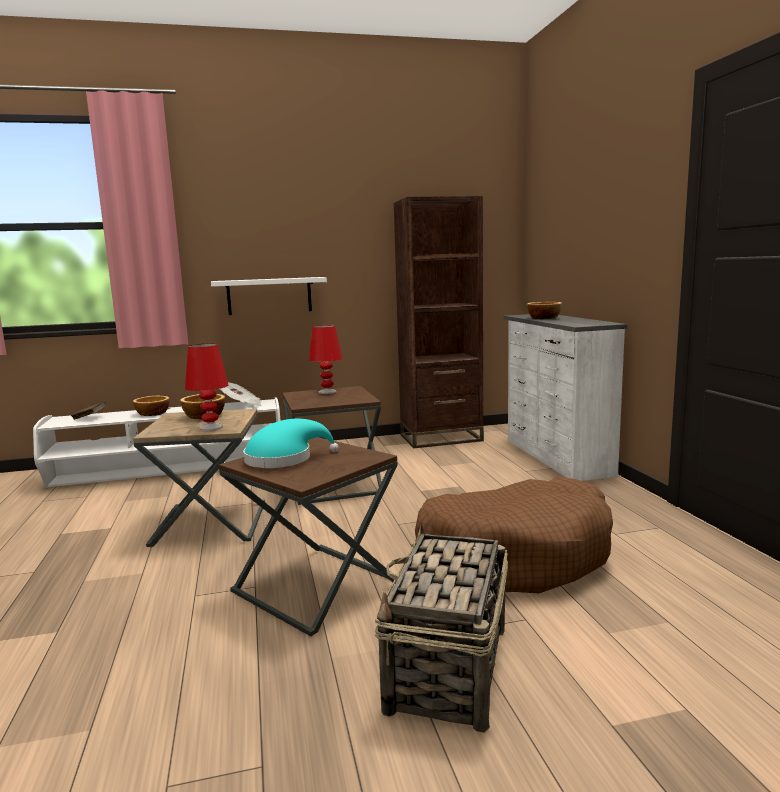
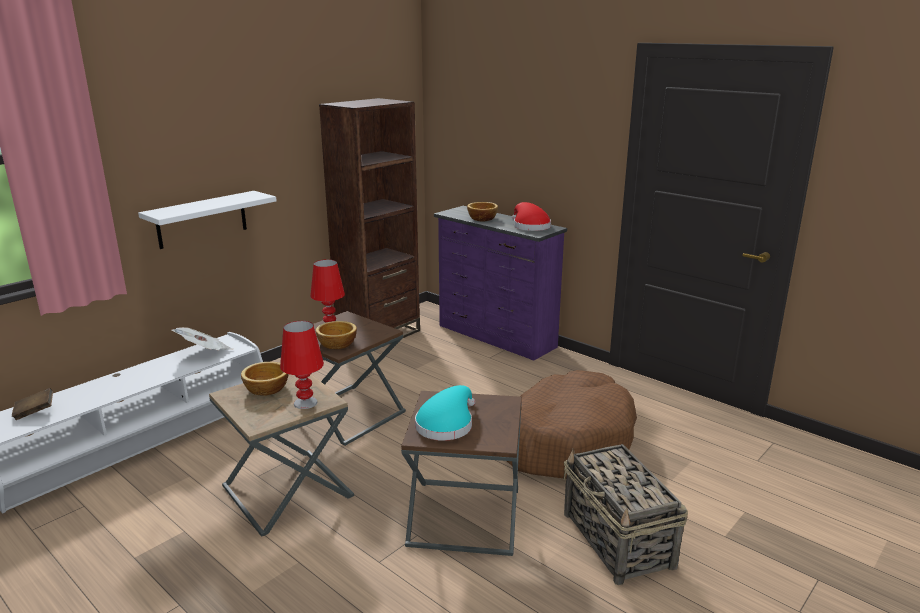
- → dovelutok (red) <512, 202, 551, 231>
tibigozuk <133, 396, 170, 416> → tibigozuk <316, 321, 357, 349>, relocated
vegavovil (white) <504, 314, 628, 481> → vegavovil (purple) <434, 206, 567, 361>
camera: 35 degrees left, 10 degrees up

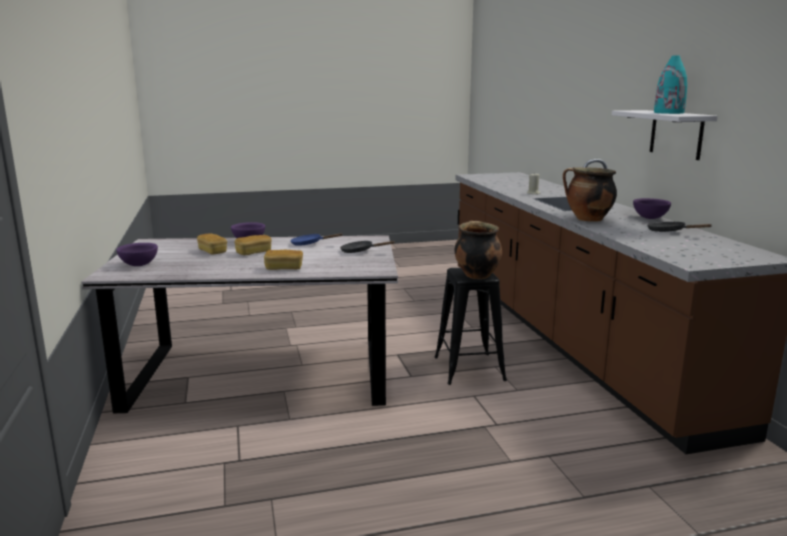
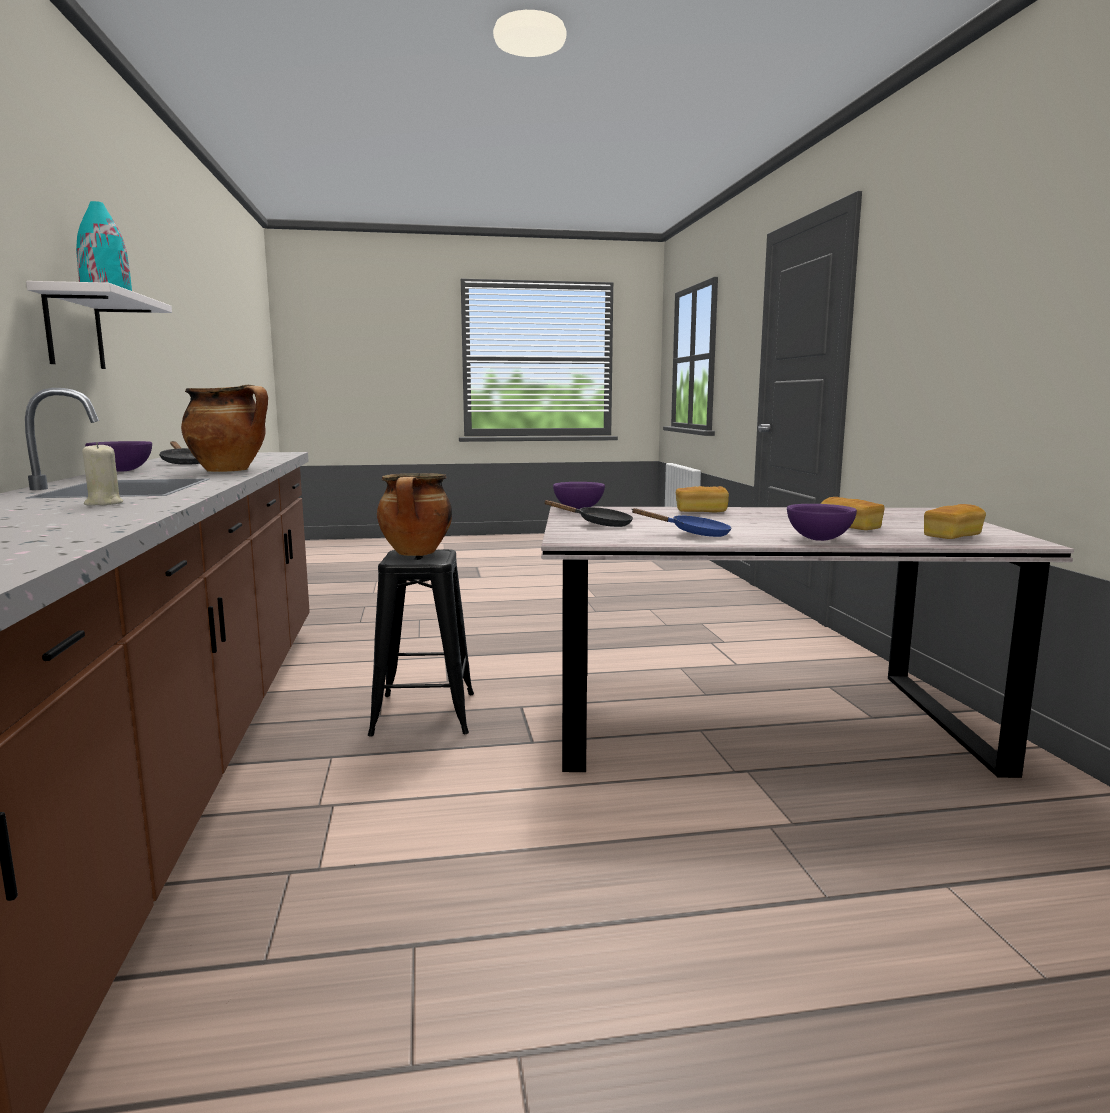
tibigozuk (purple) <116, 243, 158, 266> → tibigozuk (purple) <553, 482, 605, 509>, relocated
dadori <235, 235, 271, 255> → dadori <924, 504, 986, 539>, relocated
camera: 175 degrees left, 5 degrees down

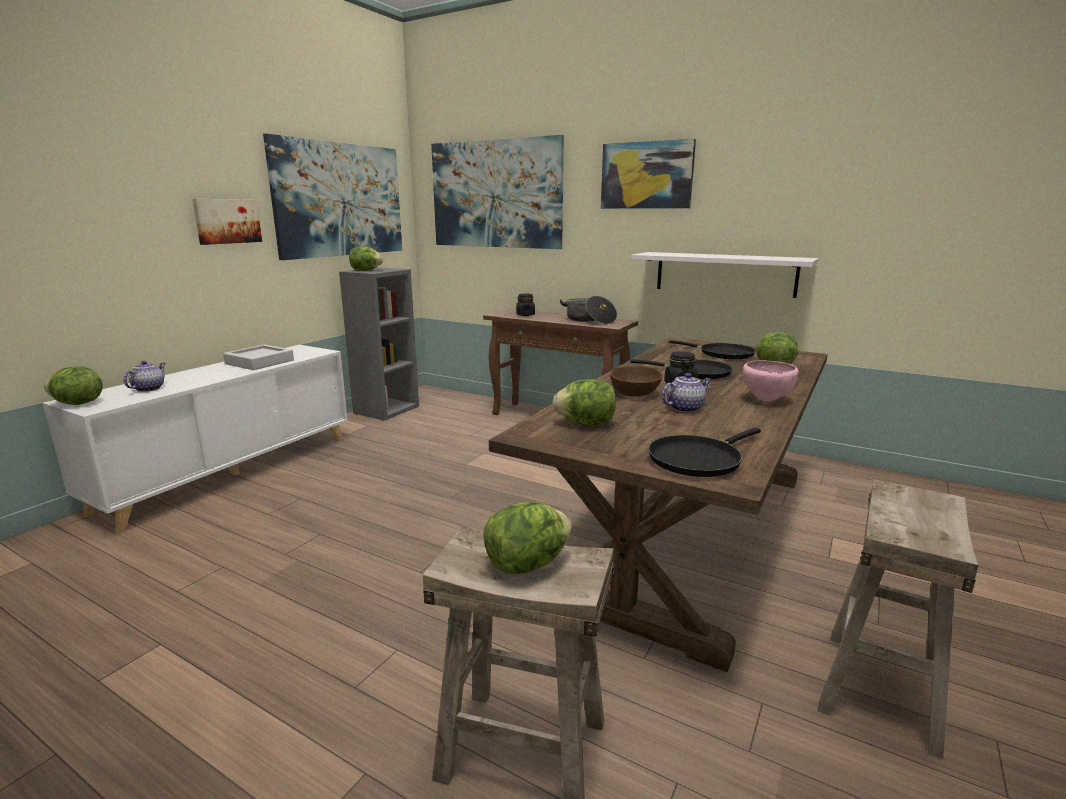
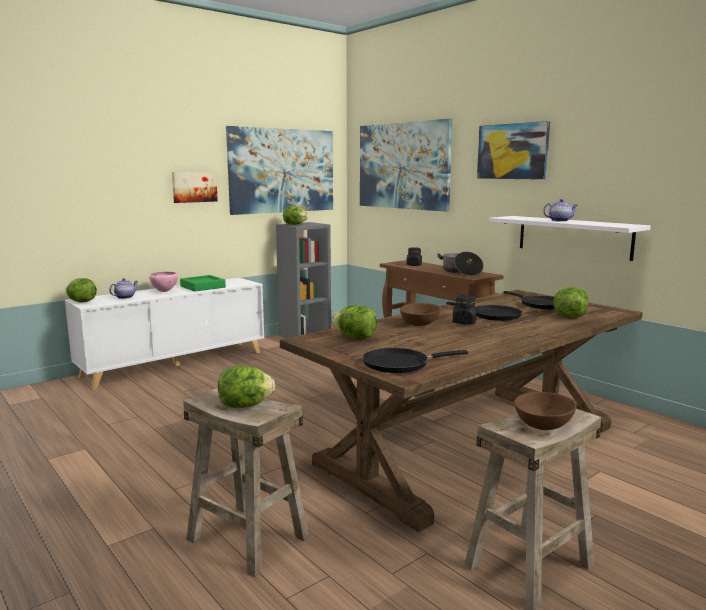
- → tibigozuk (brown) <514, 392, 576, 430>
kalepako <661, 373, 711, 413> → kalepako <543, 199, 578, 222>, relocated
tibigozuk (pink) <743, 361, 799, 401> → tibigozuk (pink) <149, 272, 178, 292>, relocated
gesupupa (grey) <223, 345, 294, 370> → gesupupa (green) <180, 275, 226, 292>
camera: 20 degrees right, 5 degrees down

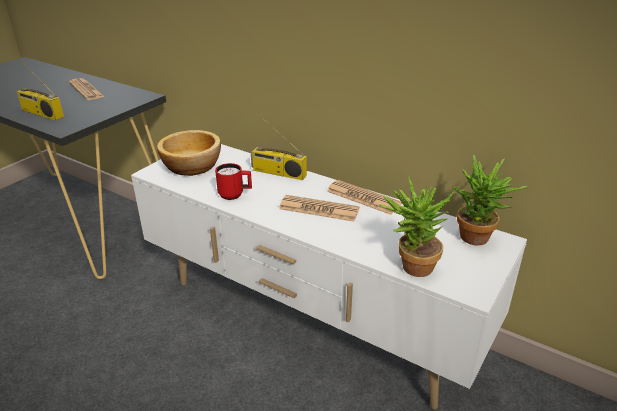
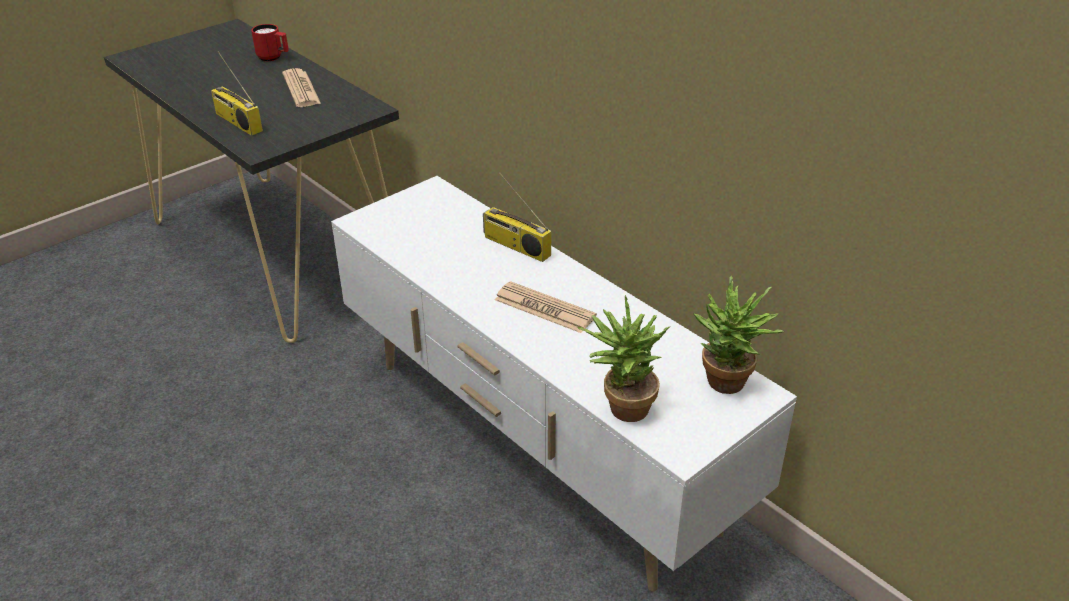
tibigozuk <157, 130, 221, 176> → -
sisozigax <327, 180, 402, 215> → -
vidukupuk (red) <215, 163, 252, 200> → vidukupuk (red) <251, 24, 289, 61>, relocated
camera: 15 degrees right, 5 degrees up

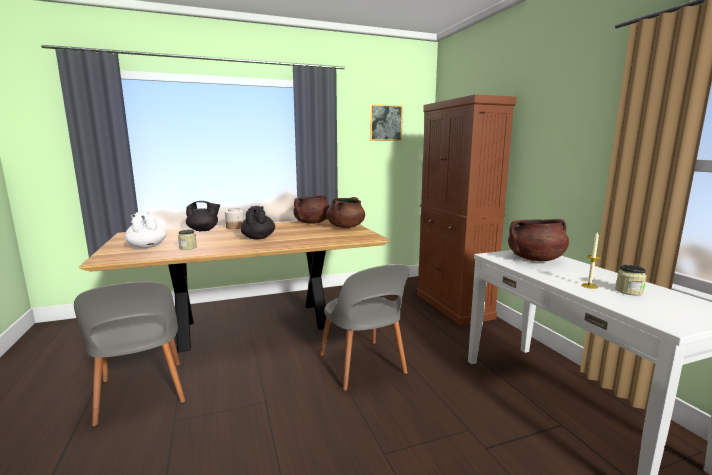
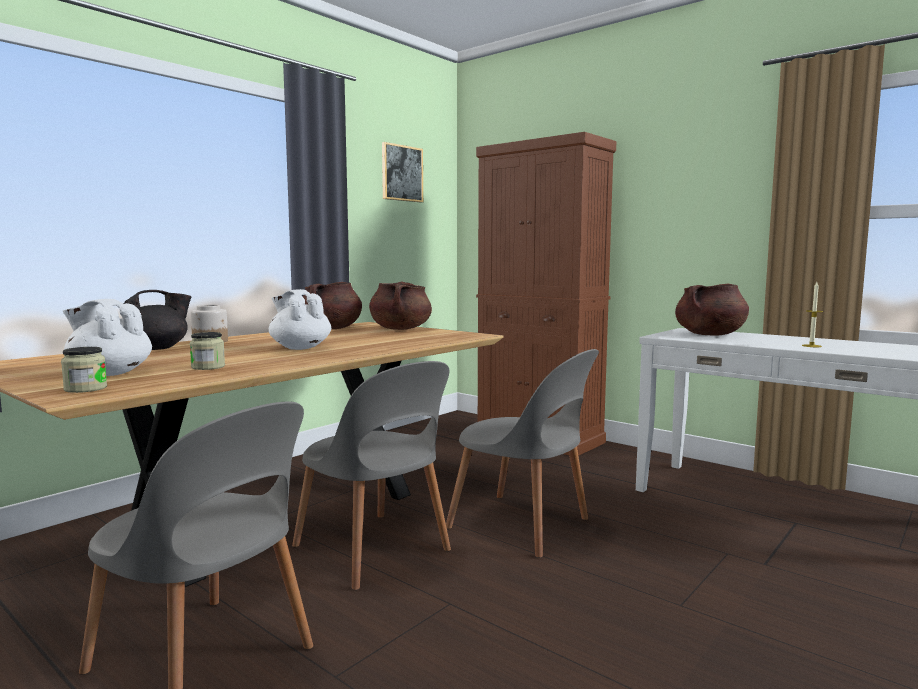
- → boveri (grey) <292, 361, 451, 590>
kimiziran <615, 265, 647, 296> → kimiziran <61, 347, 107, 393>, relocated
kalepako (black) <241, 206, 275, 240> → kalepako (white) <269, 289, 331, 350>
camera: 30 degrees left, 5 degrees down

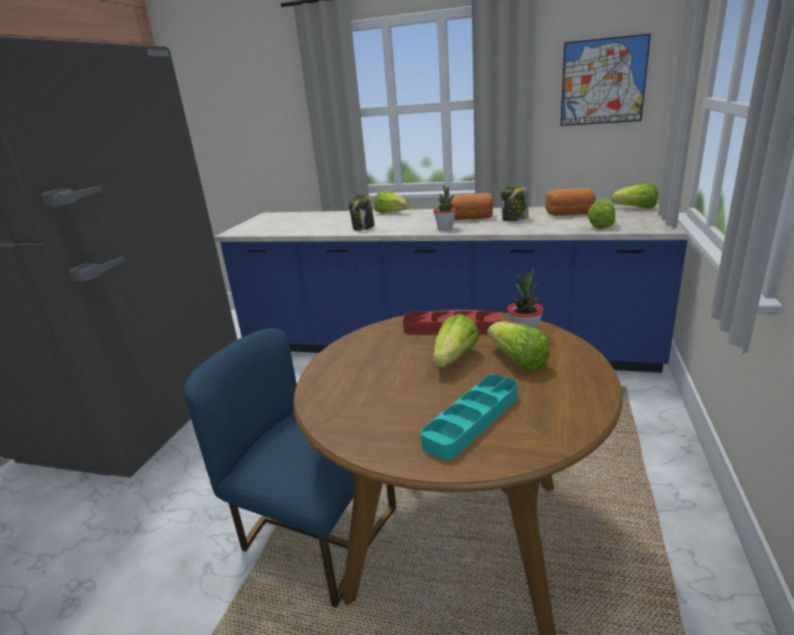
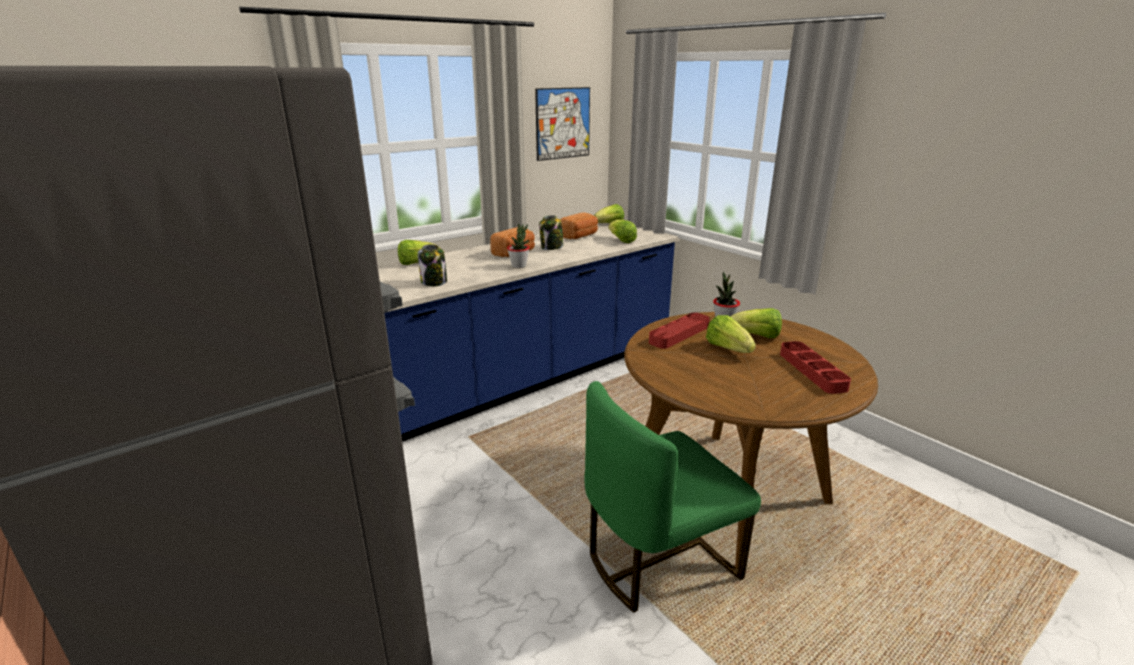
boveri (blue) <184, 328, 396, 608> → boveri (green) <584, 381, 761, 613>
gesupupa (turquoise) <421, 374, 518, 460> → gesupupa (red) <780, 341, 851, 394>
camera: 55 degrees left, 0 degrees up

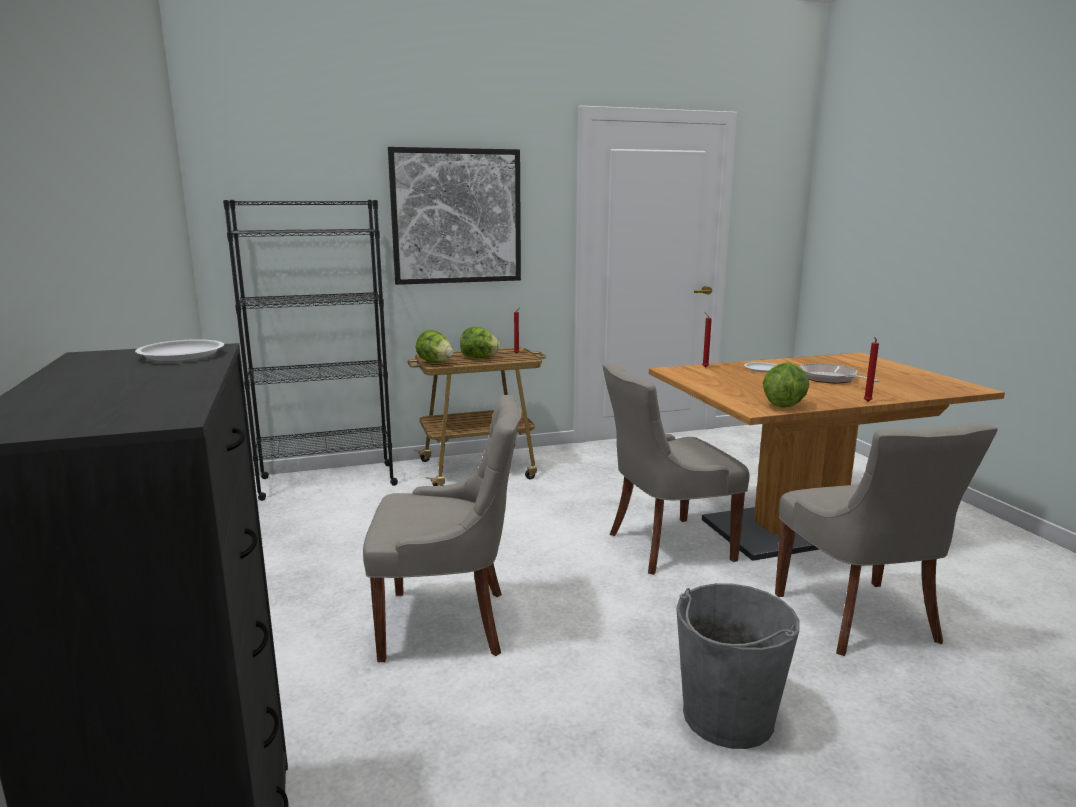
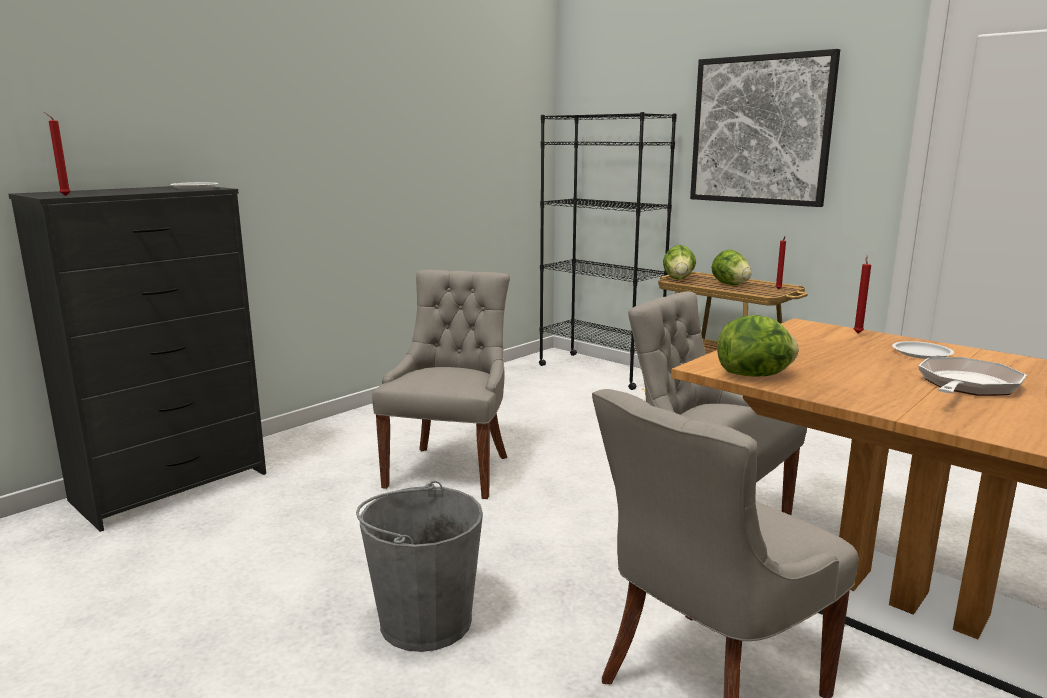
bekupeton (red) <864, 337, 879, 402> → bekupeton (red) <44, 112, 71, 196>, relocated
boveri (grey) <363, 395, 522, 662> → boveri (grey) <372, 270, 510, 499>, 135 degrees counterclockwise
camera: 60 degrees right, 0 degrees up

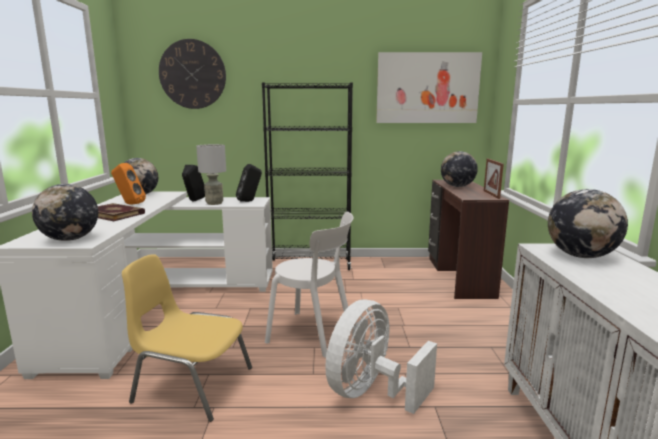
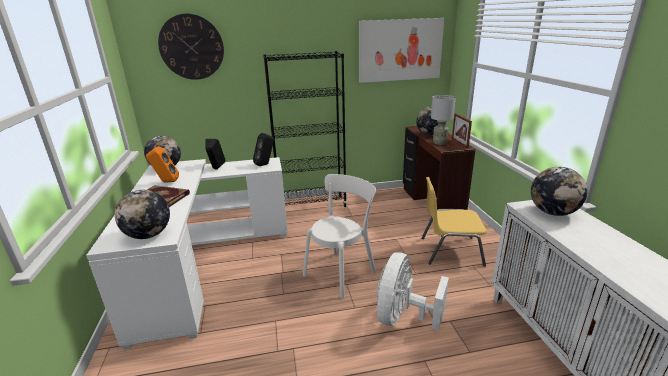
boveri (yellow) <122, 254, 252, 422> → boveri (yellow) <422, 177, 487, 266>, relocated
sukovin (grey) <196, 144, 226, 205> → sukovin (grey) <431, 95, 456, 145>, relocated
boveri (white) <265, 212, 354, 358> → boveri (white) <303, 174, 376, 299>, 60 degrees counterclockwise
camera: 10 degrees left, 10 degrees up

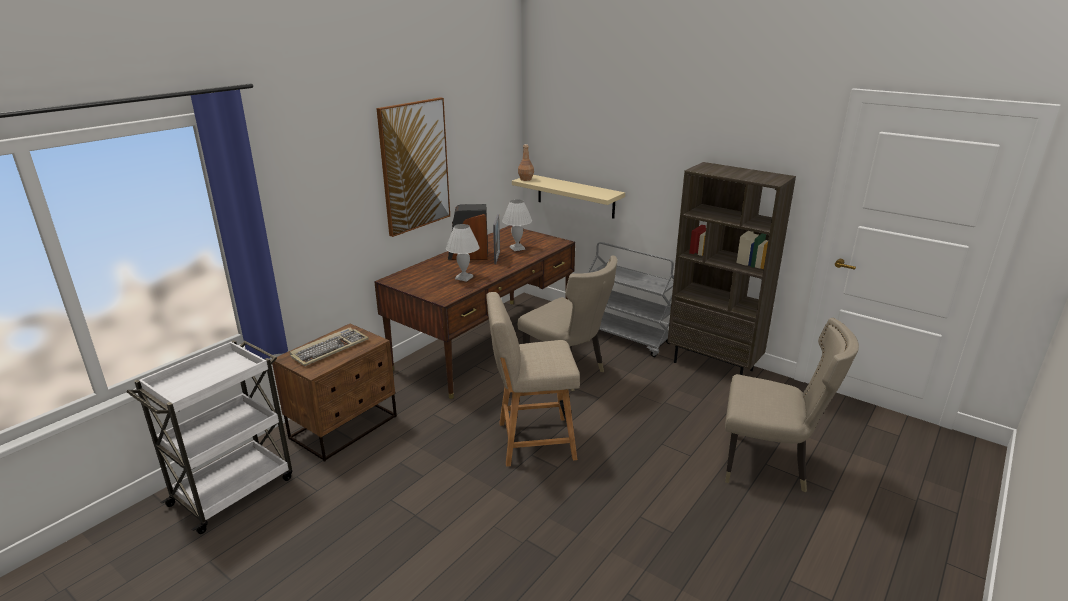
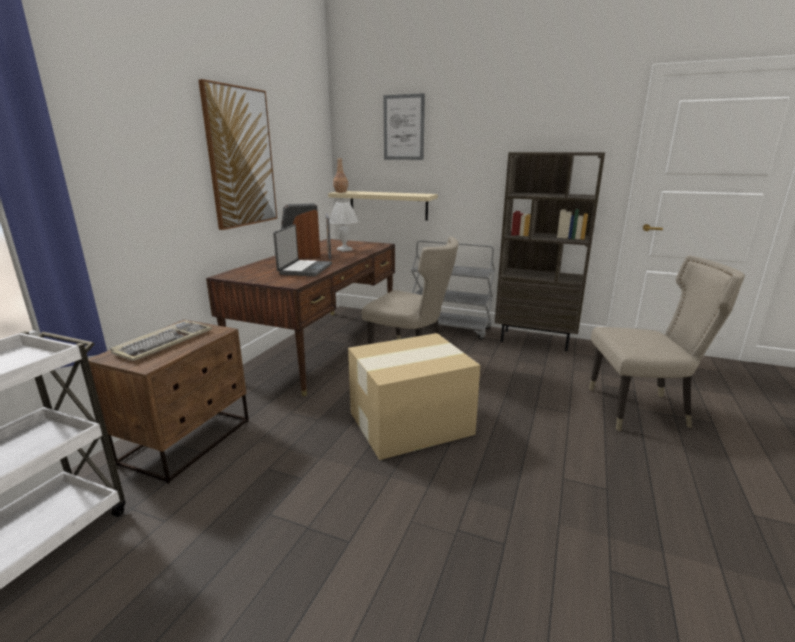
- → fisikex <383, 93, 425, 160>
sukovin (white) <446, 224, 480, 282> → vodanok <273, 224, 332, 276>
boveri (beige) <487, 292, 580, 467> → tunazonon <348, 333, 480, 460>
camera: 15 degrees left, 5 degrees down

